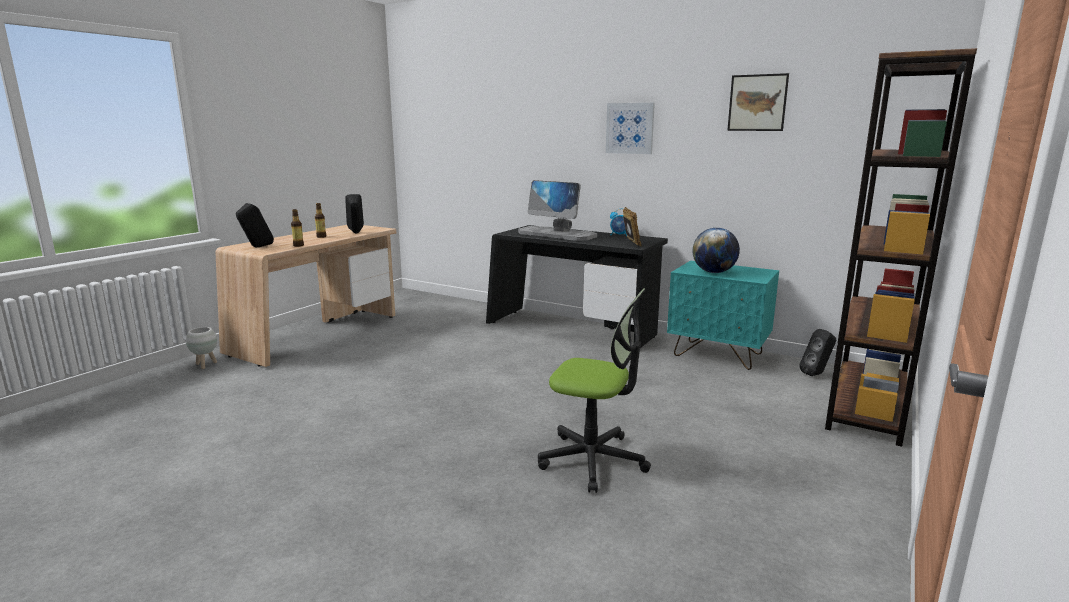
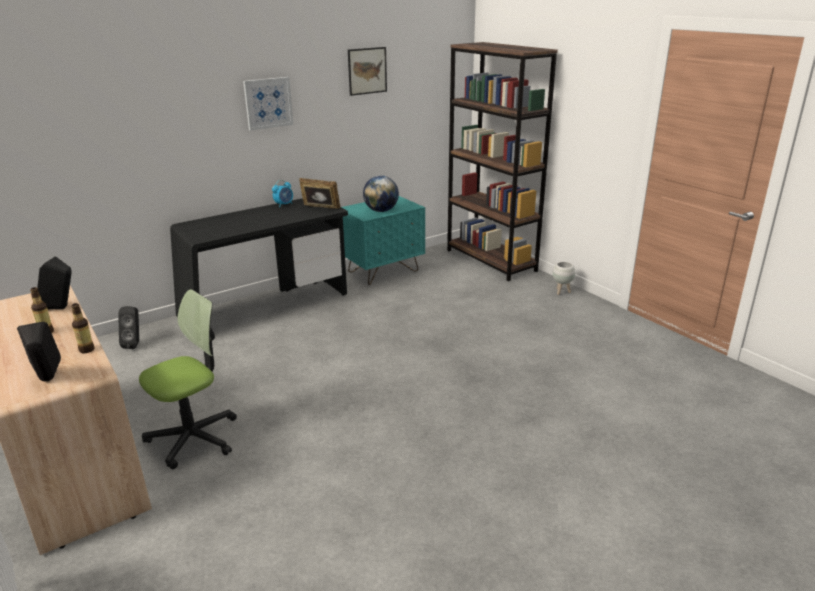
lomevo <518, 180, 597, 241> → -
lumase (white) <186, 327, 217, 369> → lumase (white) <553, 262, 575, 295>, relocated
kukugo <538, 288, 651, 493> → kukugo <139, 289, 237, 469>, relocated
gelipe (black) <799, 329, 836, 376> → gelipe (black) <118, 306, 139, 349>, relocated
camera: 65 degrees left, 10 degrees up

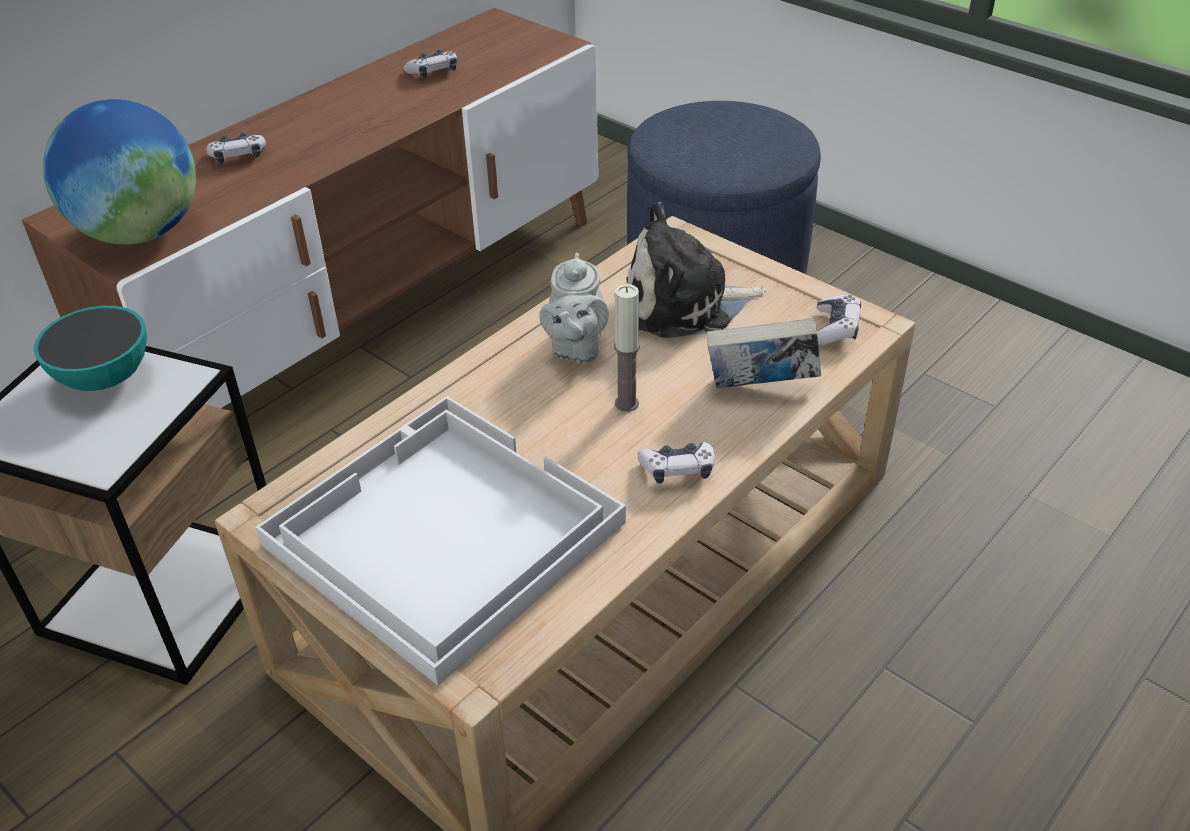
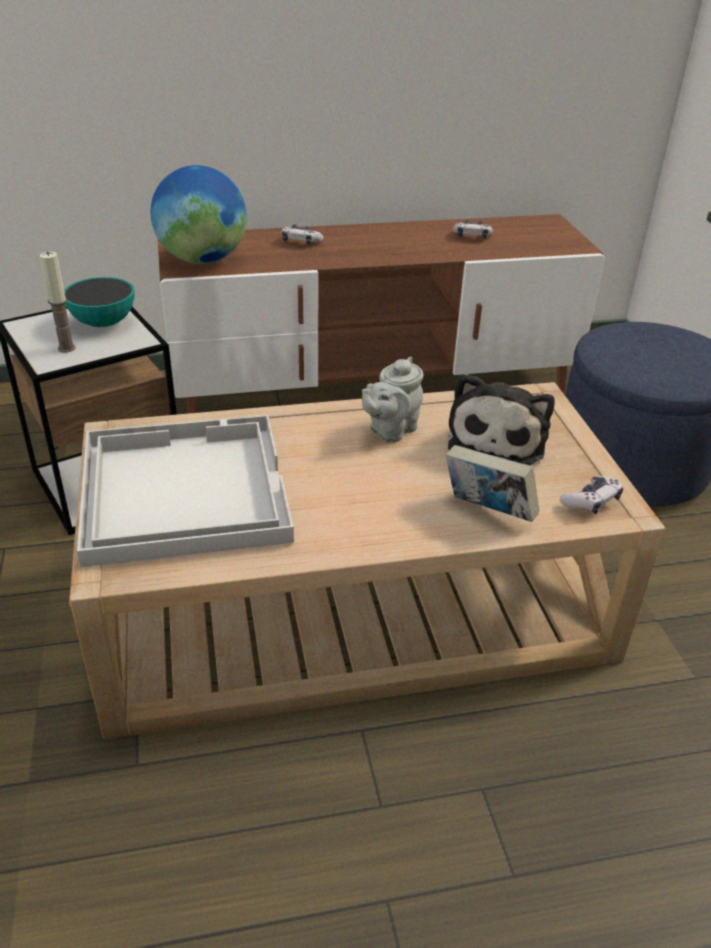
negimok <638, 442, 715, 484> → -
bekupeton <614, 284, 640, 412> → bekupeton <40, 251, 76, 353>, relocated
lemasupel <626, 202, 766, 338> → lemasupel <448, 373, 555, 465>, 105 degrees counterclockwise
camera: 35 degrees right, 5 degrees down

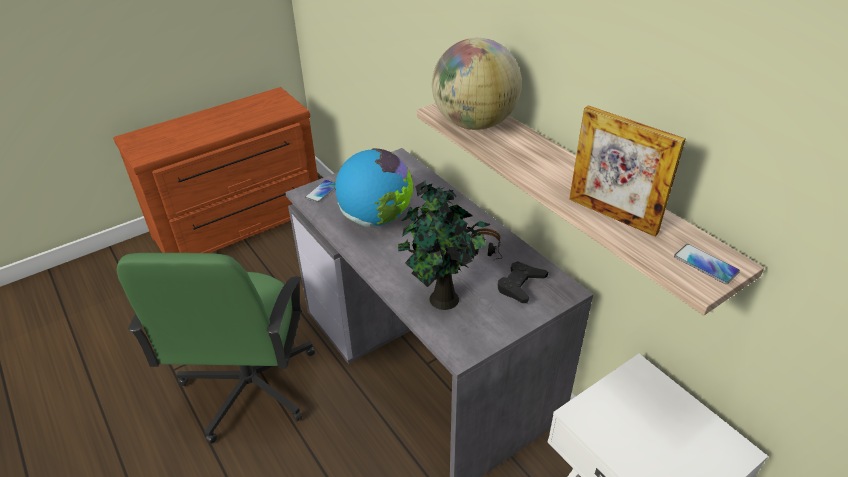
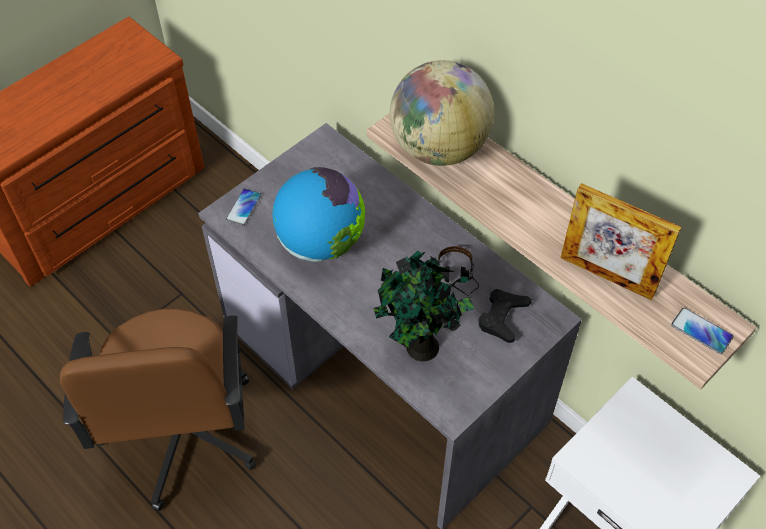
kukugo (green) <117, 253, 315, 444> → kukugo (brown) <60, 309, 256, 511>
camera: 10 degrees left, 15 degrees up

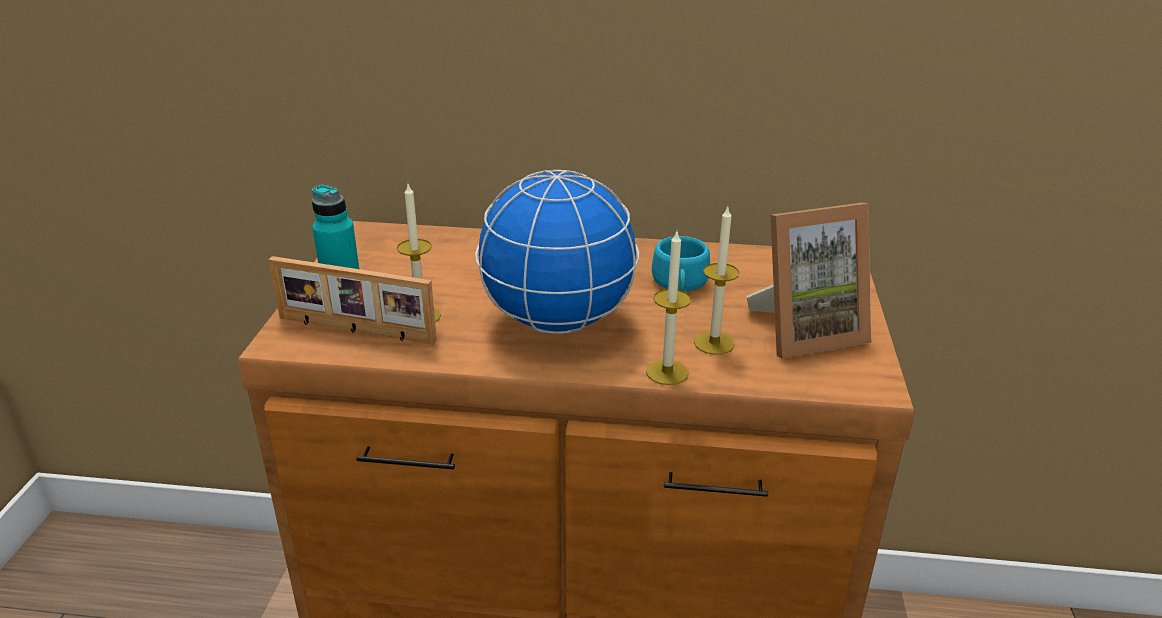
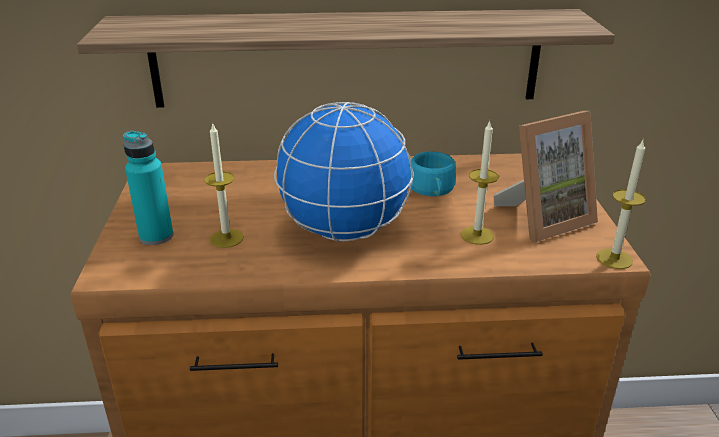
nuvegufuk <268, 256, 437, 344> → -
- → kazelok <77, 9, 615, 108>
bekupeton <646, 232, 691, 385> → bekupeton <596, 140, 646, 269>, relocated
camera: 10 degrees left, 0 degrees up

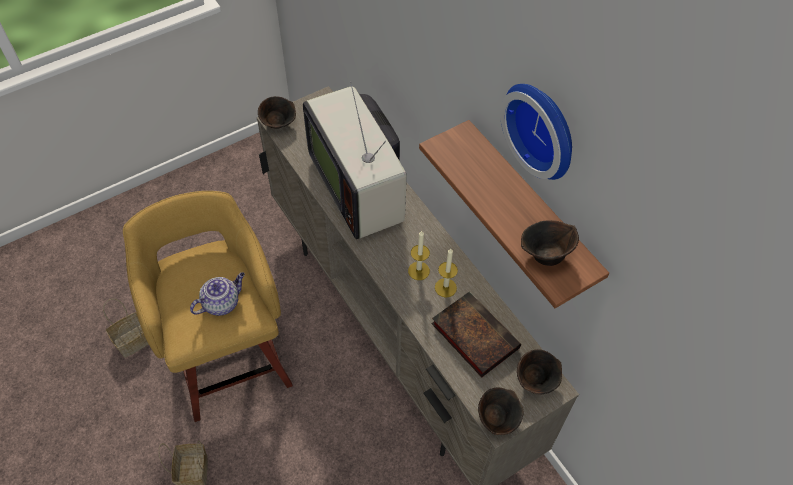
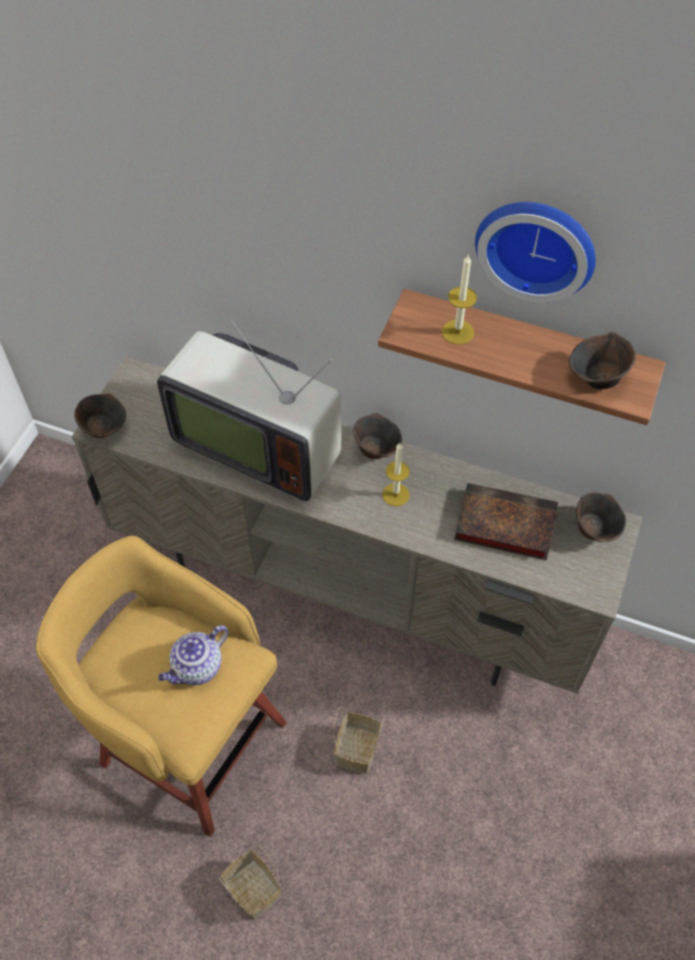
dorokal <103, 299, 148, 358> → dorokal <333, 707, 384, 774>, relocated
bekupeton <435, 249, 458, 298> → bekupeton <442, 255, 477, 344>, relocated
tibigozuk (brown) <478, 388, 523, 435> → tibigozuk (brown) <354, 413, 402, 459>, relocated
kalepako <190, 272, 245, 316> → kalepako <158, 625, 229, 685>, 150 degrees counterclockwise
camera: 35 degrees left, 0 degrees up

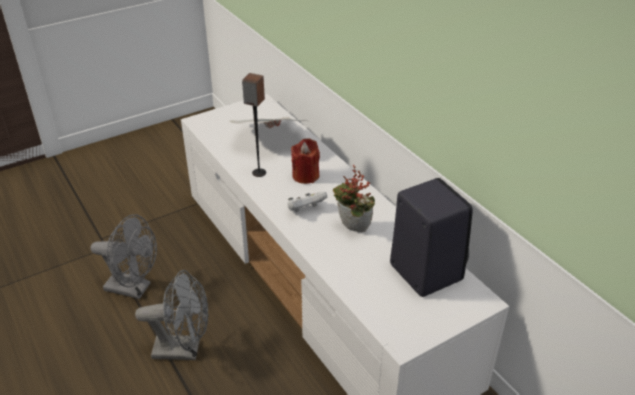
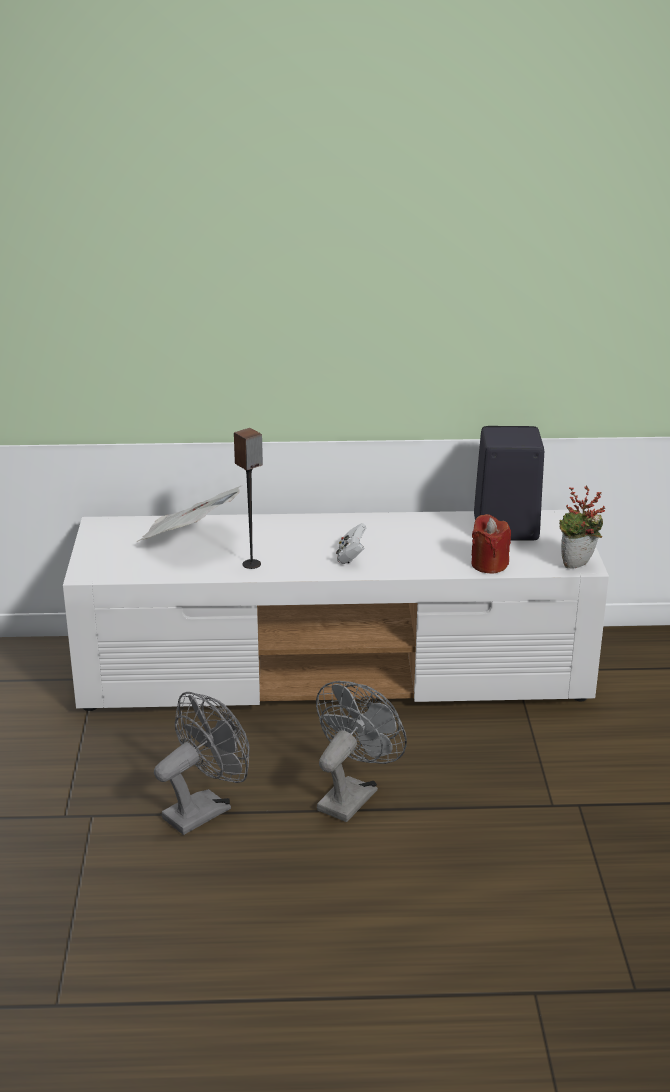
bekupeton (red) <291, 138, 320, 184> → bekupeton (red) <471, 514, 511, 573>, relocated
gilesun <333, 165, 375, 232> → gilesun <559, 486, 605, 568>, relocated
camera: 60 degrees left, 10 degrees down

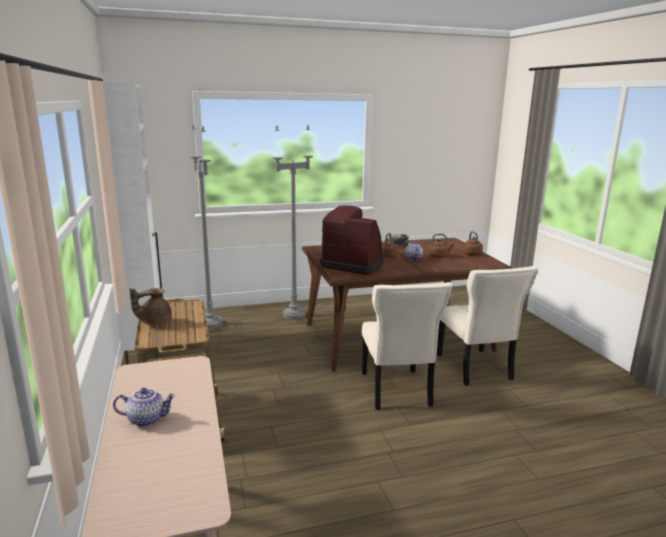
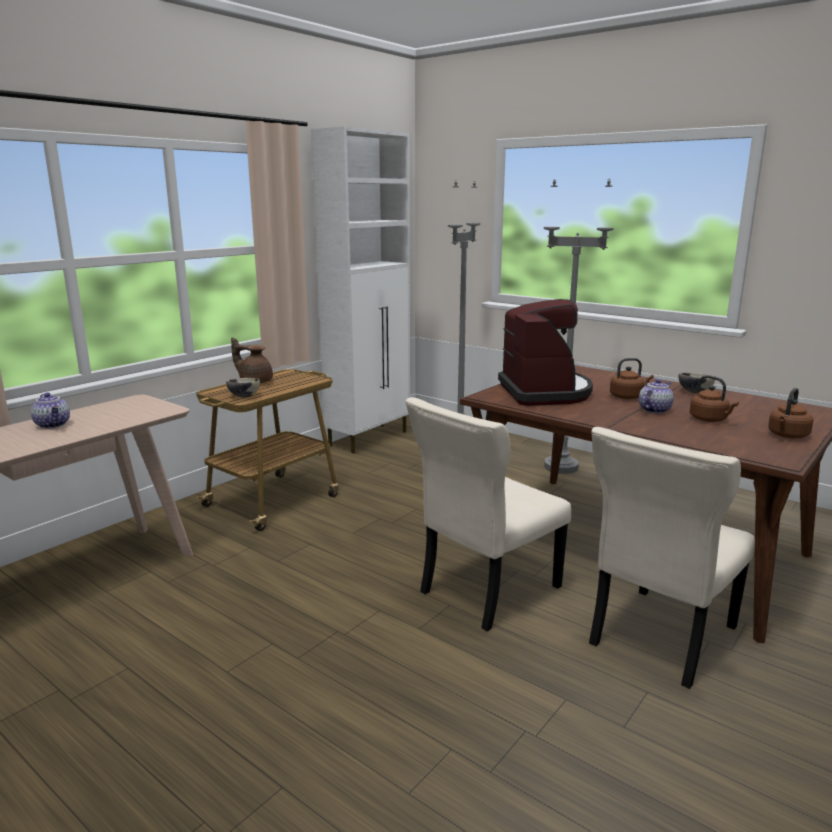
- → tibigozuk <226, 378, 260, 398>
camera: 55 degrees right, 0 degrees up

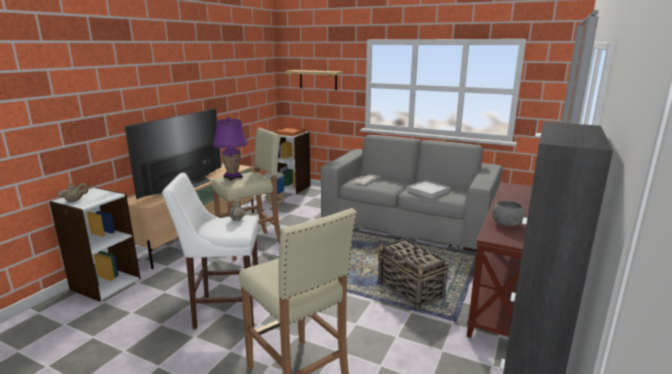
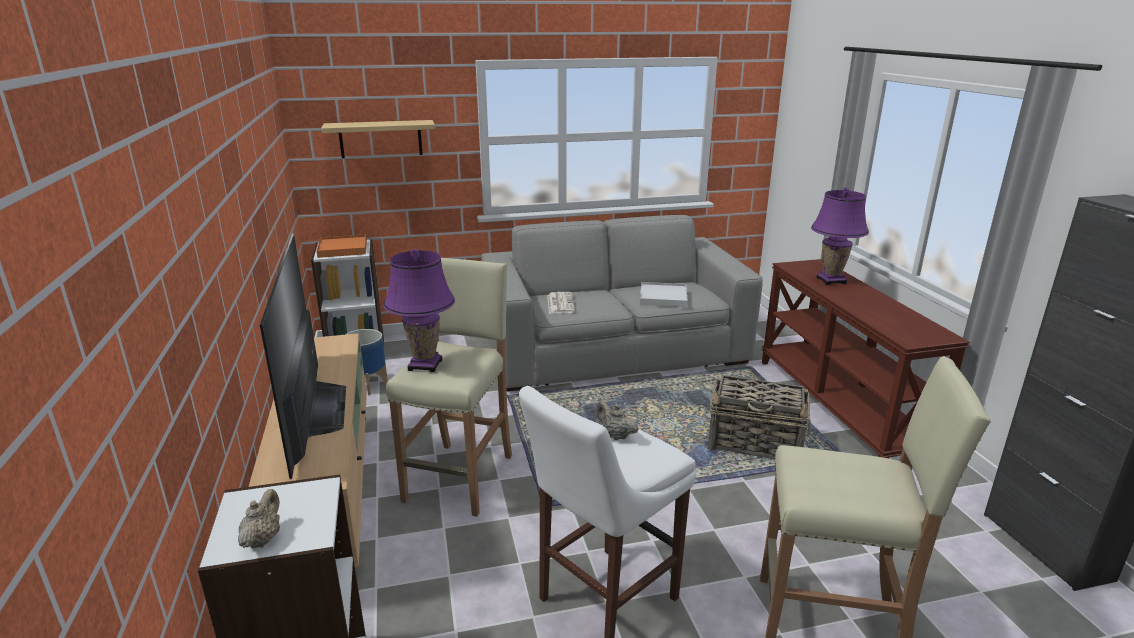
tibigozuk (grey) <492, 201, 525, 227> → -
- → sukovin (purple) <811, 187, 869, 285>
camera: 40 degrees left, 5 degrees up

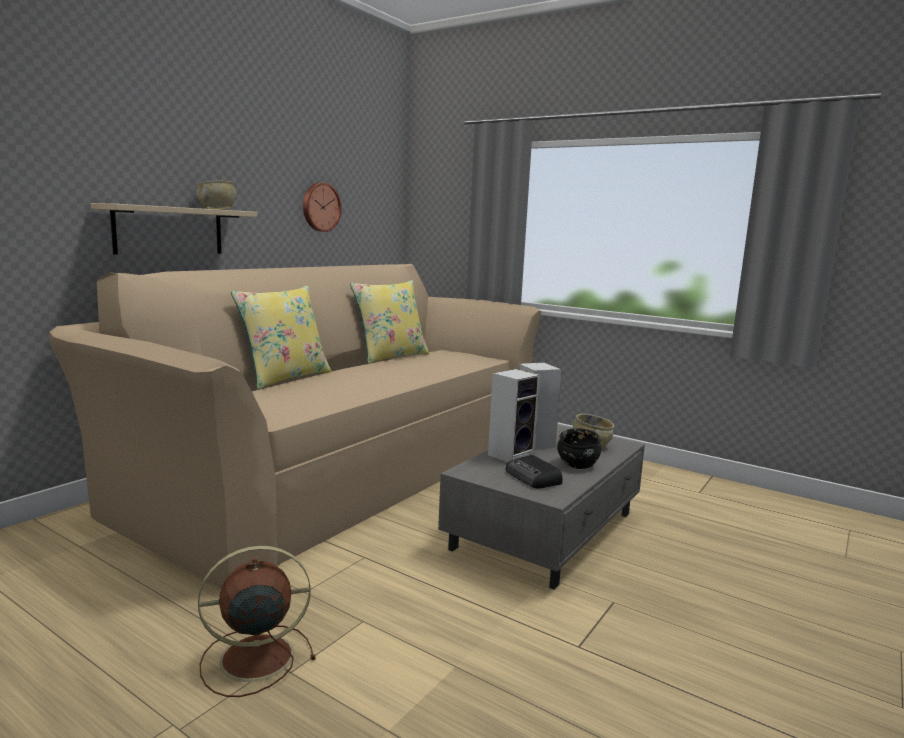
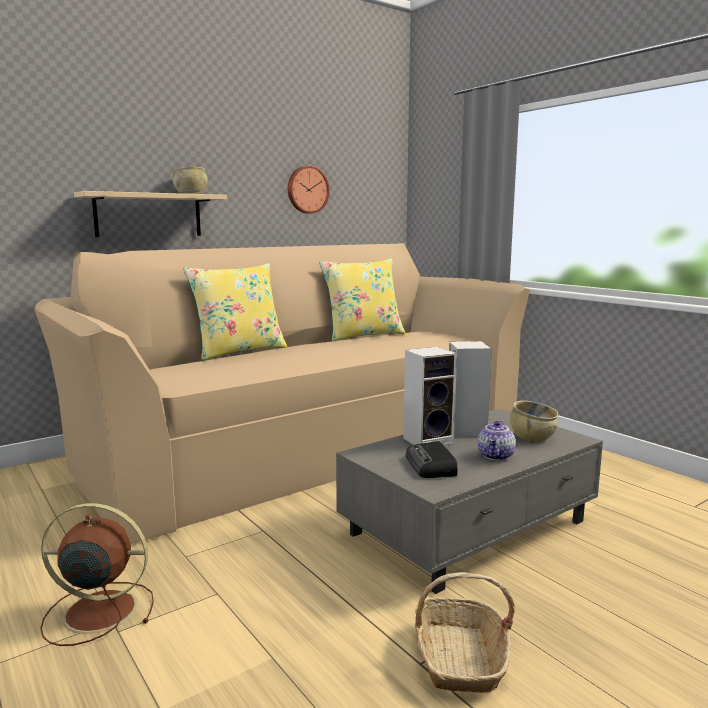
- → dorokal <415, 572, 515, 693>
tibigozuk (black) <557, 428, 601, 469> → kalepako <478, 421, 516, 461>
camera: 20 degrees right, 0 degrees up

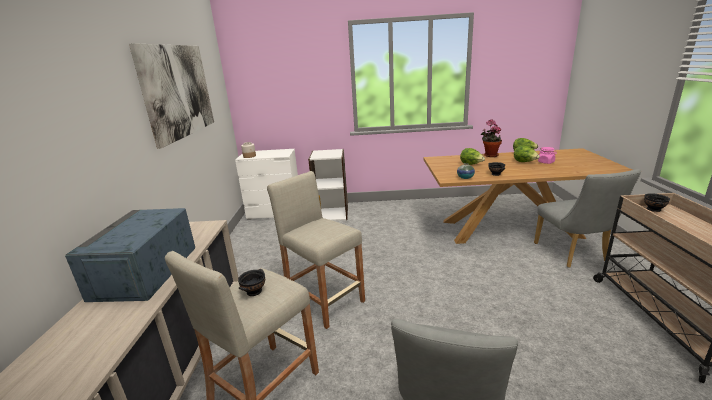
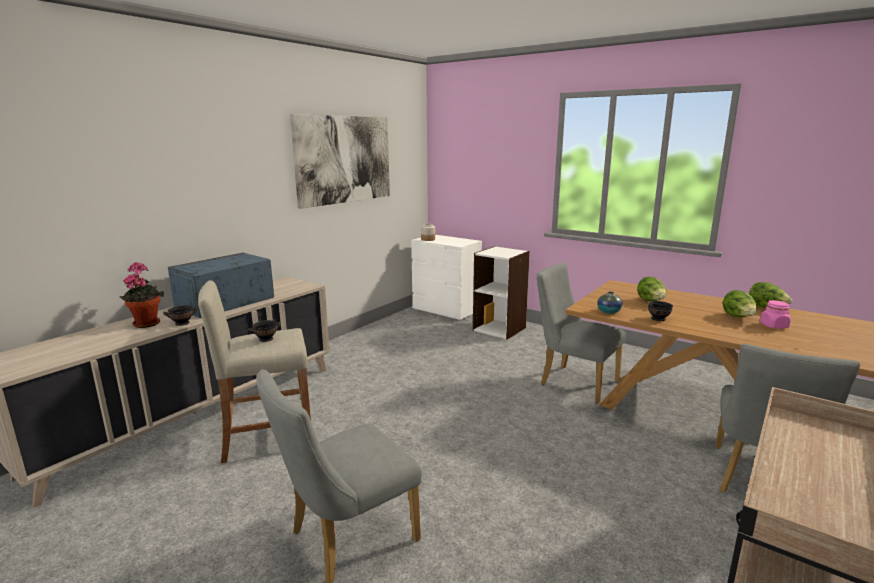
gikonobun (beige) <267, 171, 365, 329> → -
- → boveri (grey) <536, 263, 626, 404>
gilesun <481, 120, 502, 157> → gilesun <120, 262, 164, 328>, relocated
tibigozuk (black) <644, 193, 670, 212> → tibigozuk (black) <163, 305, 197, 326>, relocated
camera: 35 degrees right, 5 degrees down

